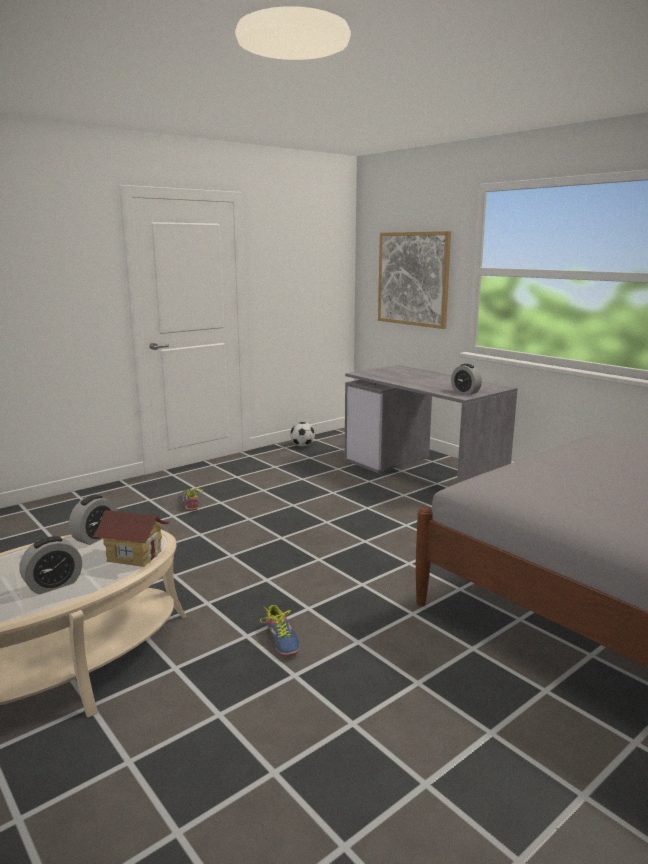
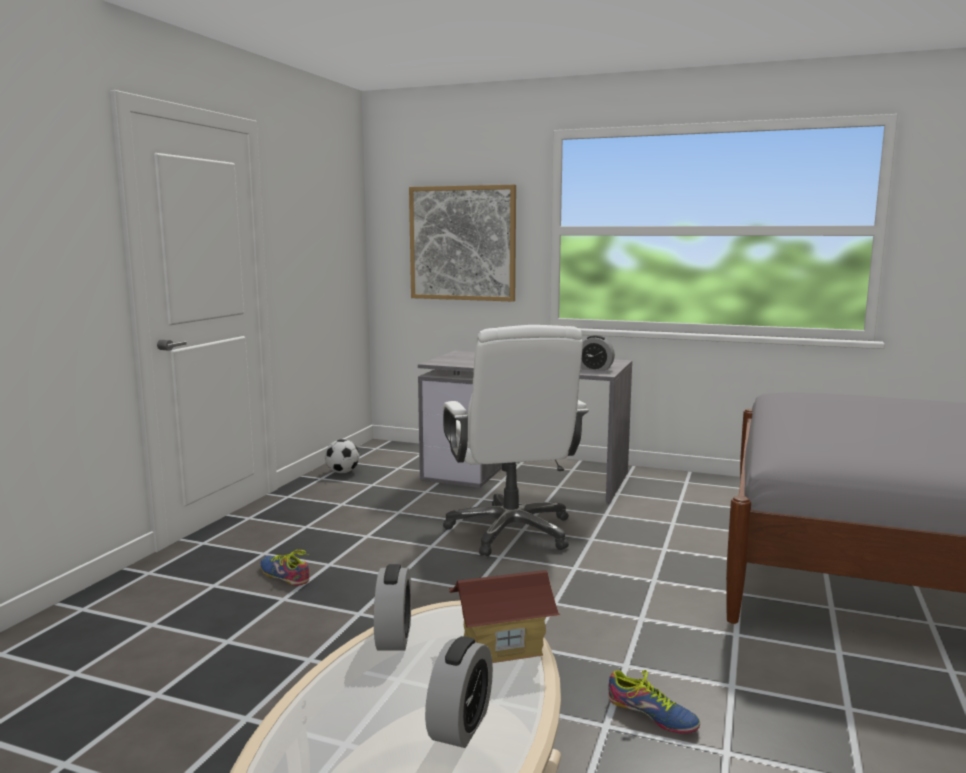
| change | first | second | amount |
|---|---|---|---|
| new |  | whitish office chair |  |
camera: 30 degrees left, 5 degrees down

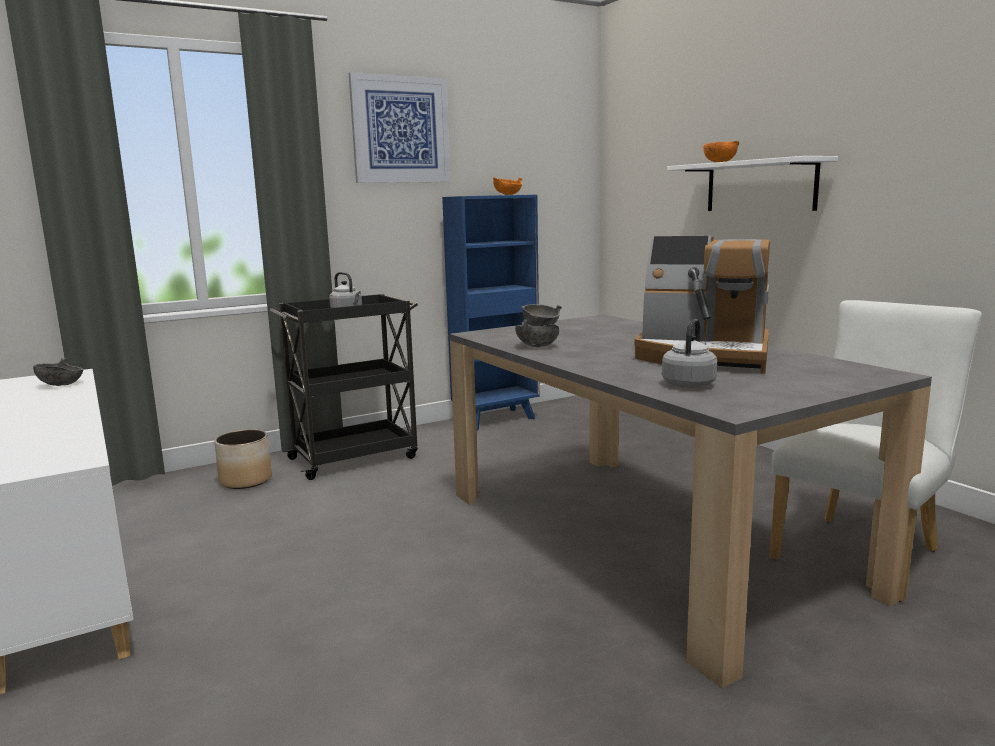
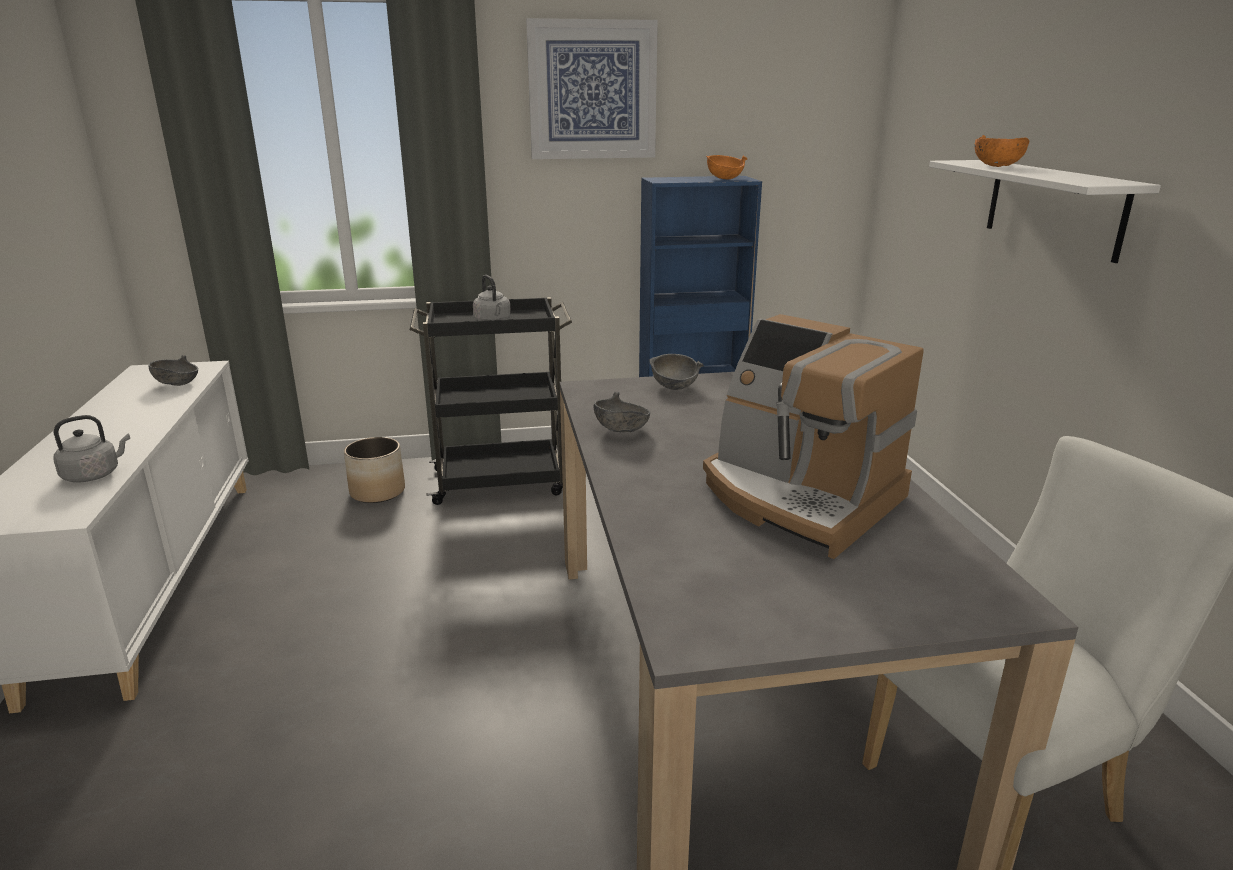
| change | first | second | amount |
|---|---|---|---|
| shifted | gray kettle (no. 2 from left in the first image) | gray kettle (no. 1 from left) |  |
camera: 20 degrees right, 10 degrees up

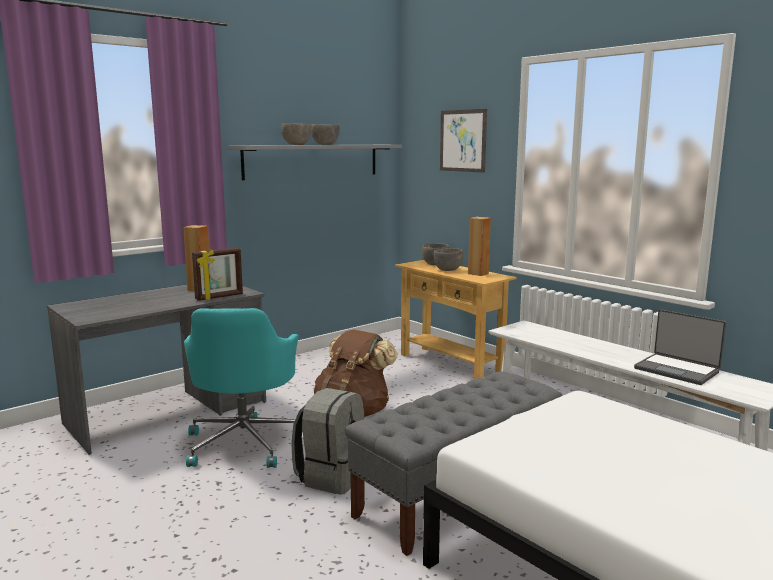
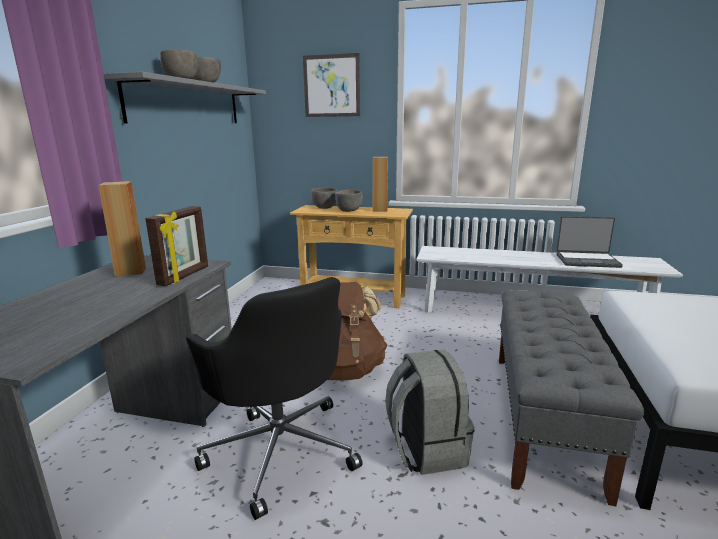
| change | first | second | amount |
|---|---|---|---|
| repainted | blue-green office chair | black office chair |  |
camera: 35 degrees left, 5 degrees up

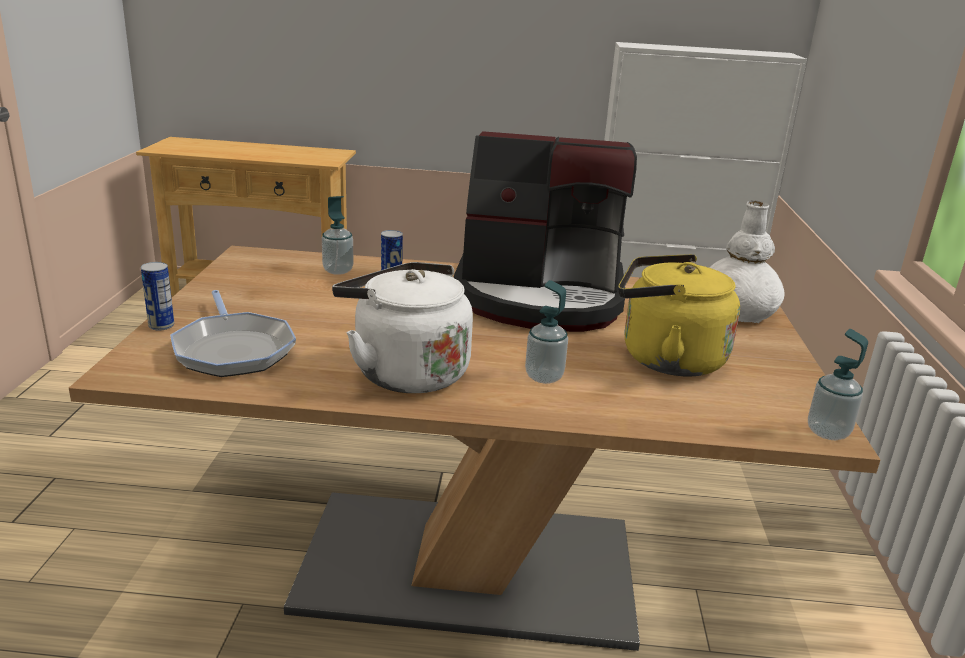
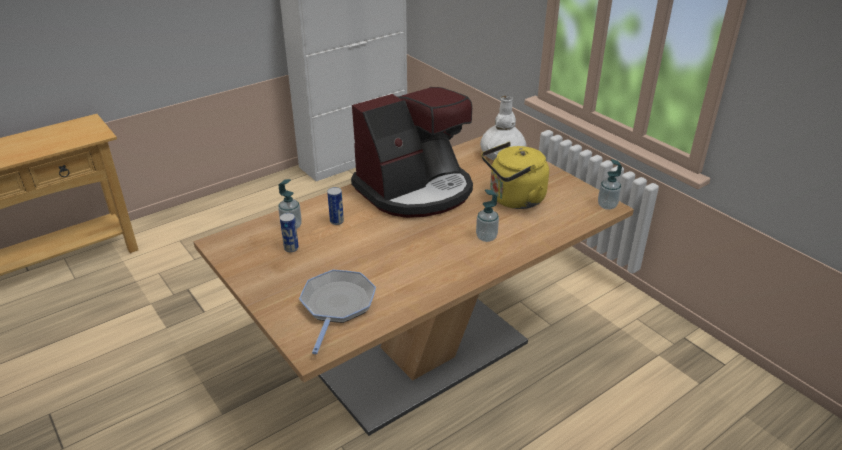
| change | first | second | amount |
|---|---|---|---|
| shifted | metal can (no. 1 from left) |  |  |
| gone | whitish kettle |  |  |
| rotated | pan |  | 105 degrees counterclockwise |
camera: 40 degrees left, 10 degrees up

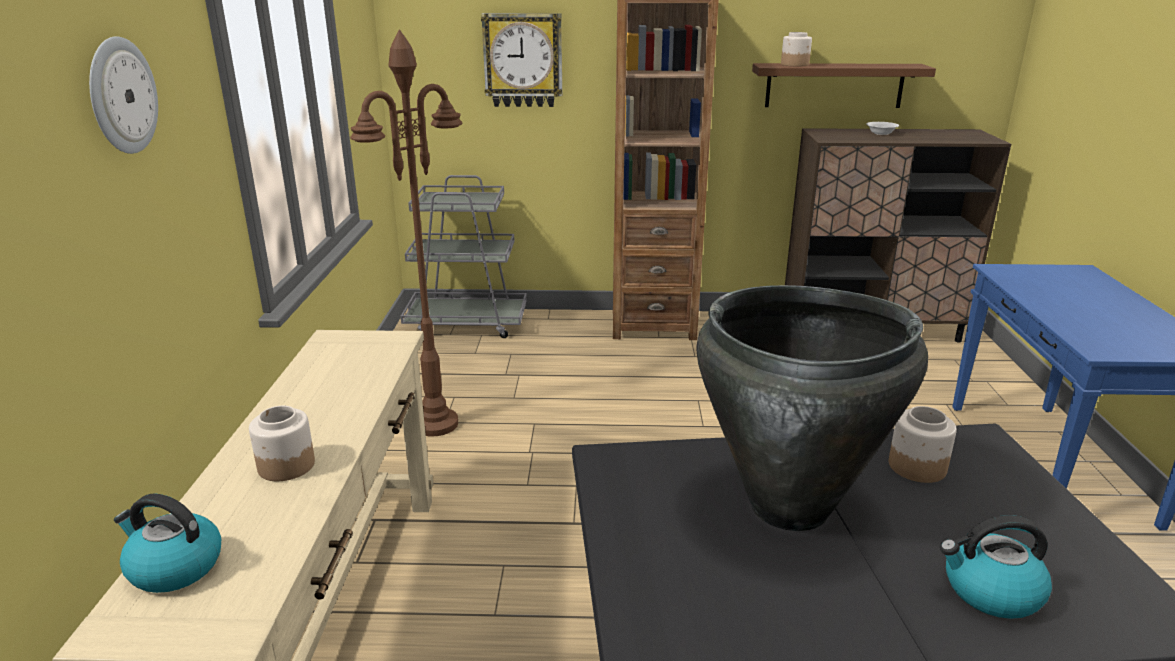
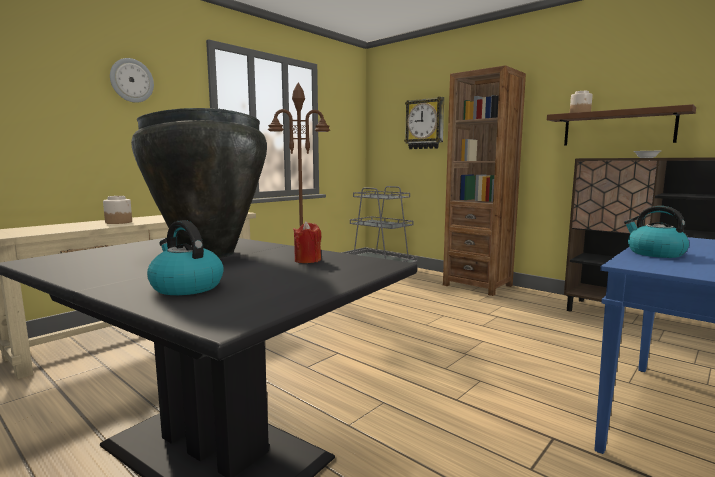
| change | first | second | amount |
|---|---|---|---|
| swapped | jar (no. 3 from left) | red wax candle |  |
| shifted | kettle (no. 1 from left in the first image) | kettle (no. 2 from left) |  |
camera: 40 degrees right, 15 degrees down

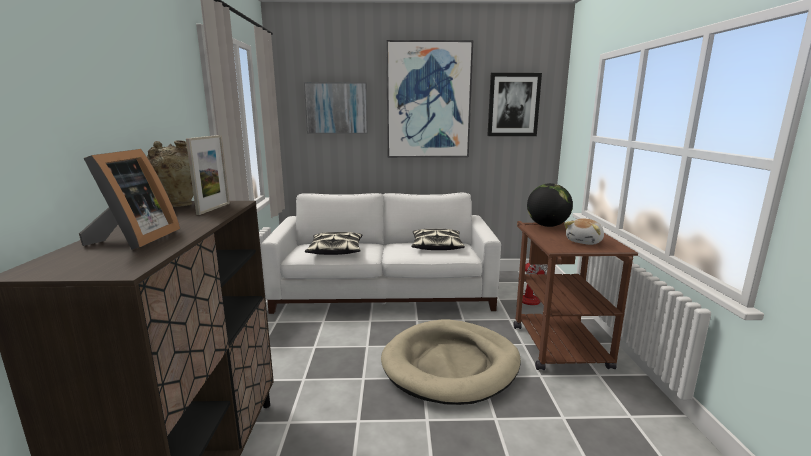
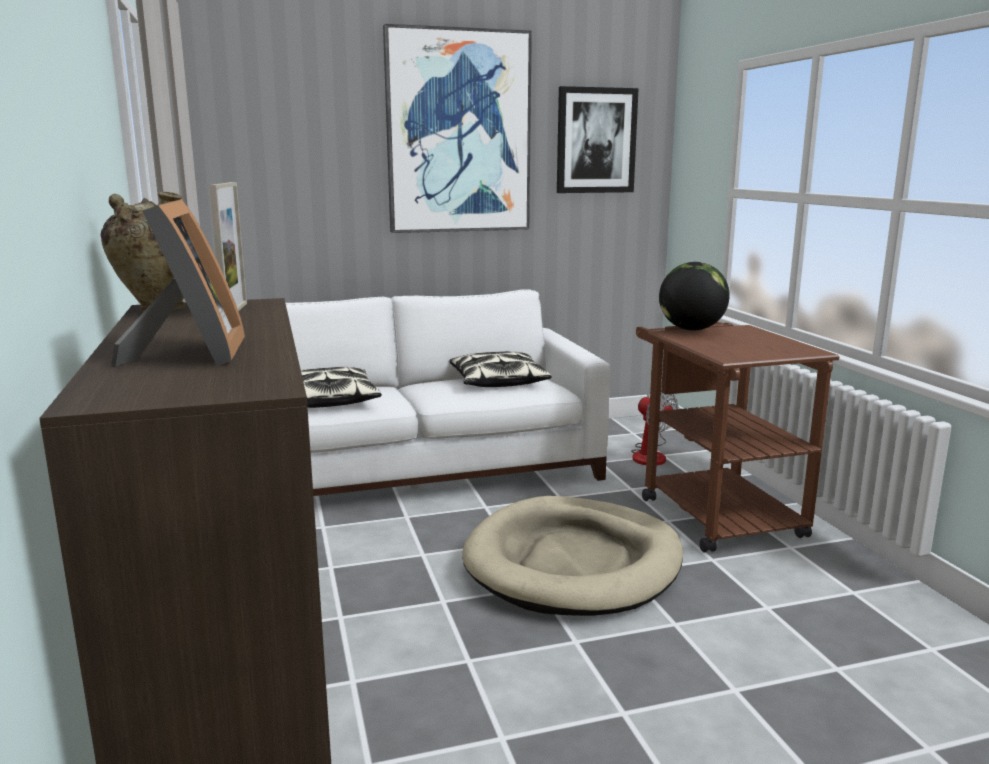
| change | first | second | amount |
|---|---|---|---|
| gone | wall art (no. 1 from left) |  |  |
| gone | cuddly toy |  |  |
camera: 15 degrees left, 0 degrees up

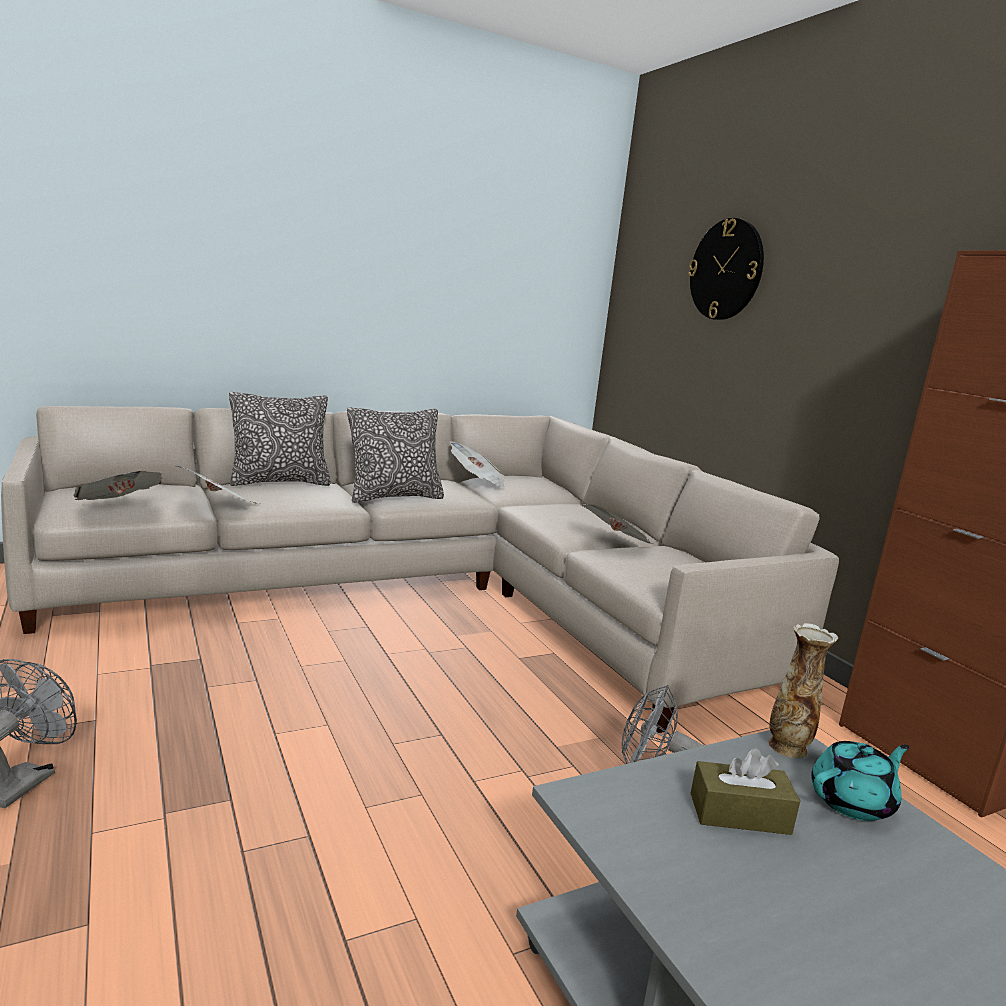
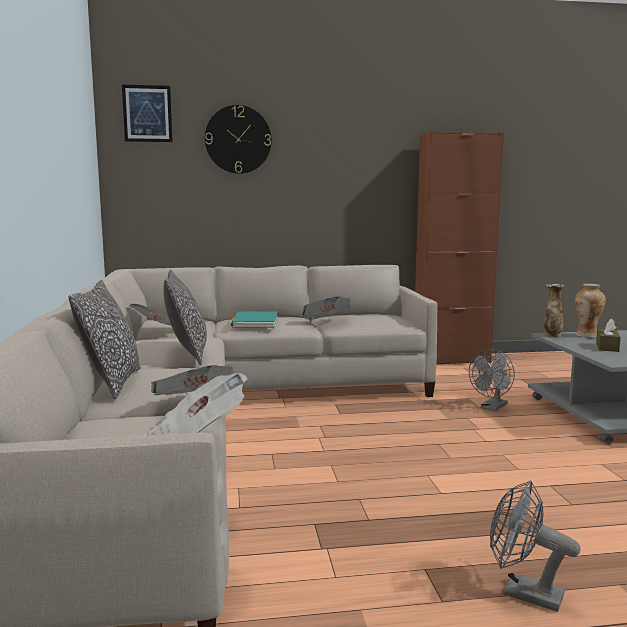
| change | first | second | amount |
|---|---|---|---|
| swapped | blue-green tea pot | flower vase (no. 2 from left) |  |
| new |  | wall art |  |
| new |  | blue-green bound book |  |
camera: 70 degrees left, 5 degrees down

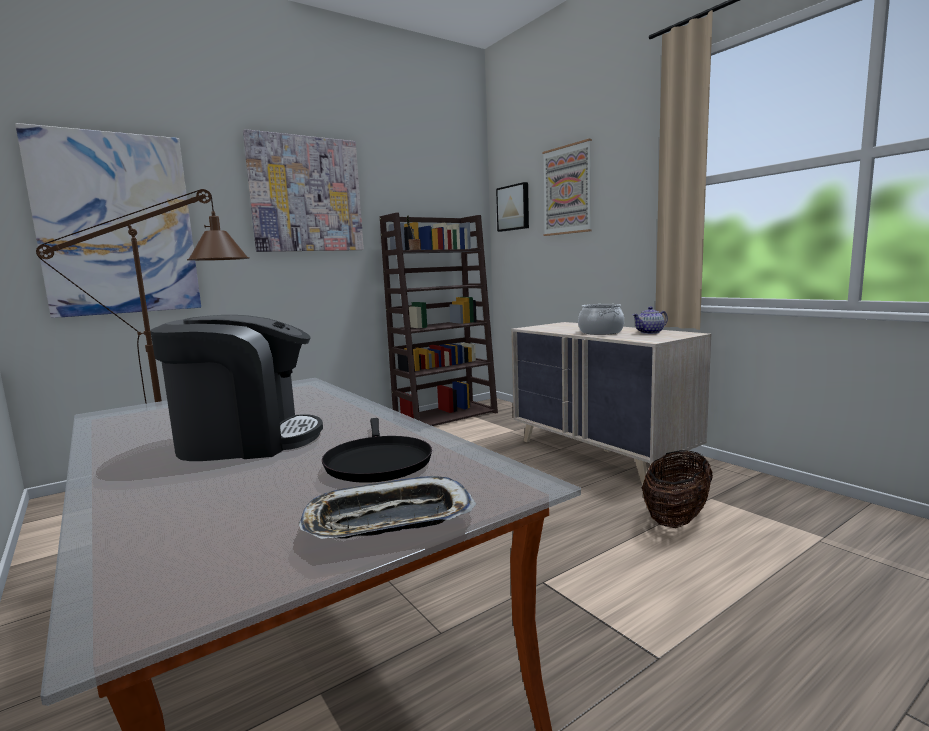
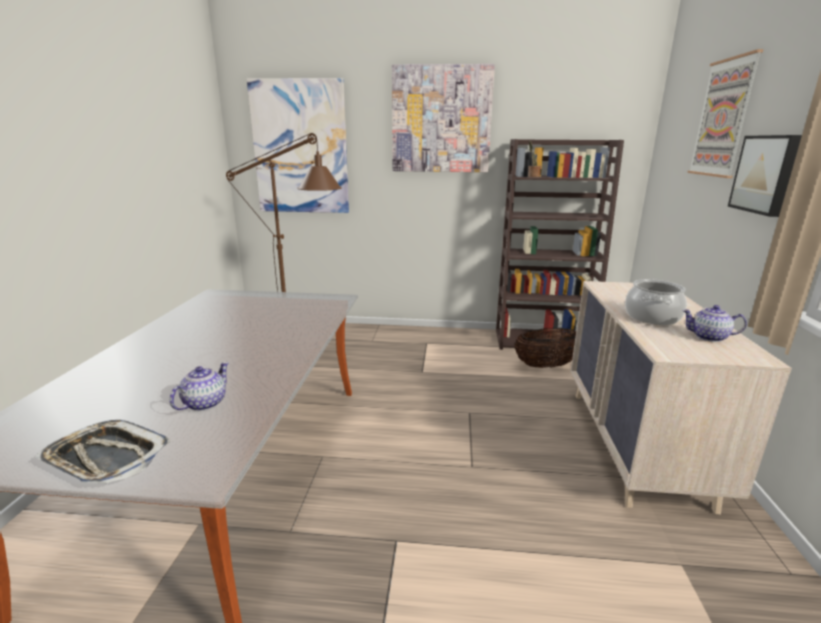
| change | first | second | amount |
|---|---|---|---|
| shifted | wall art (no. 3 from left in the first image) | wall art (no. 4 from left) |  |
| gone | coffee maker |  |  |
| swapped | black pan | tea pot (no. 1 from left) |  |
| shifted | basket |  |  |
camera: 40 degrees right, 10 degrees up

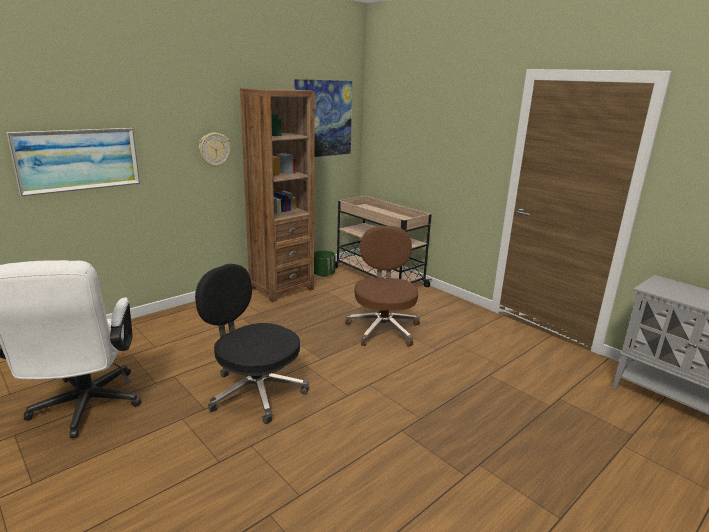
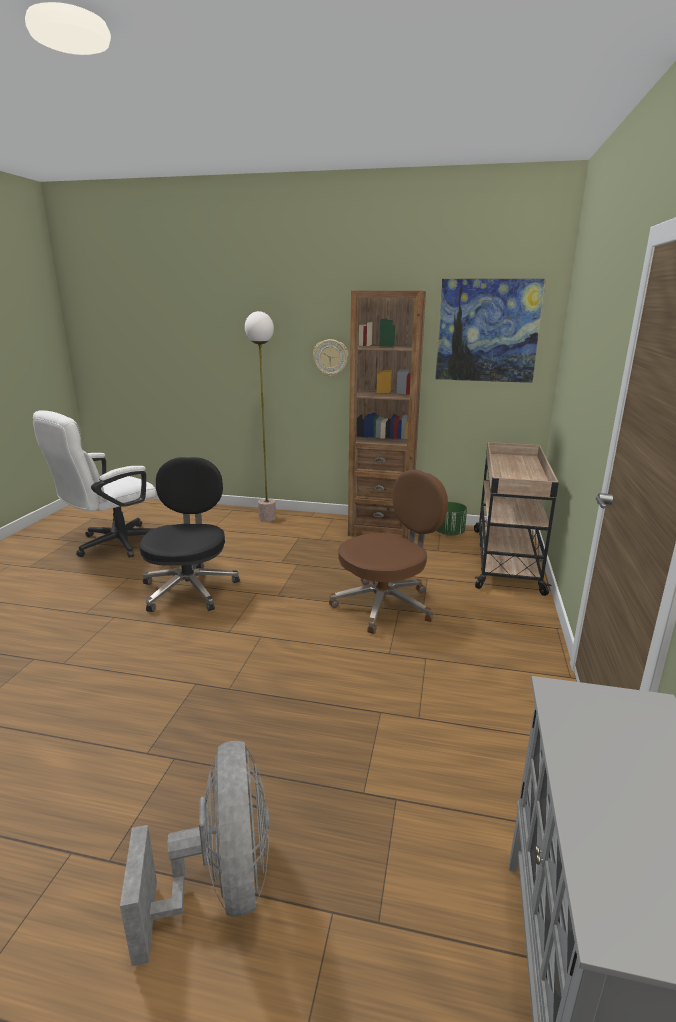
| change | first | second | amount |
|---|---|---|---|
| gone | wall art (no. 1 from left) |  |  |
| new |  | standard lamp |  |
| new |  | gray cooling fan |  |
camera: 55 degrees right, 0 degrees up

